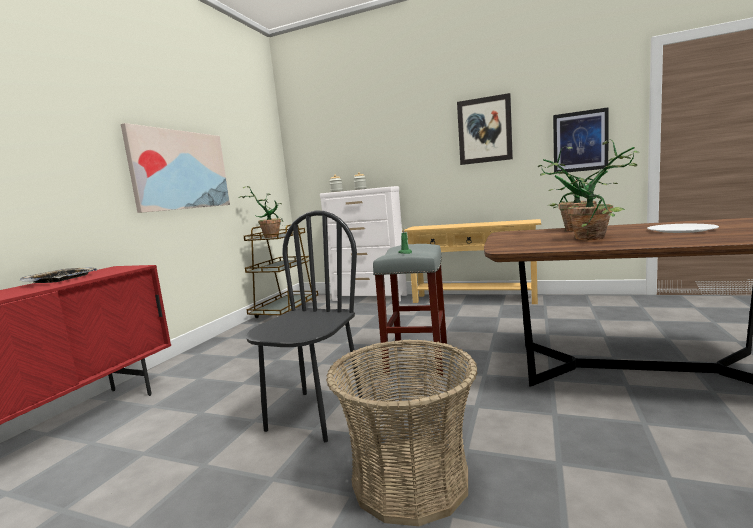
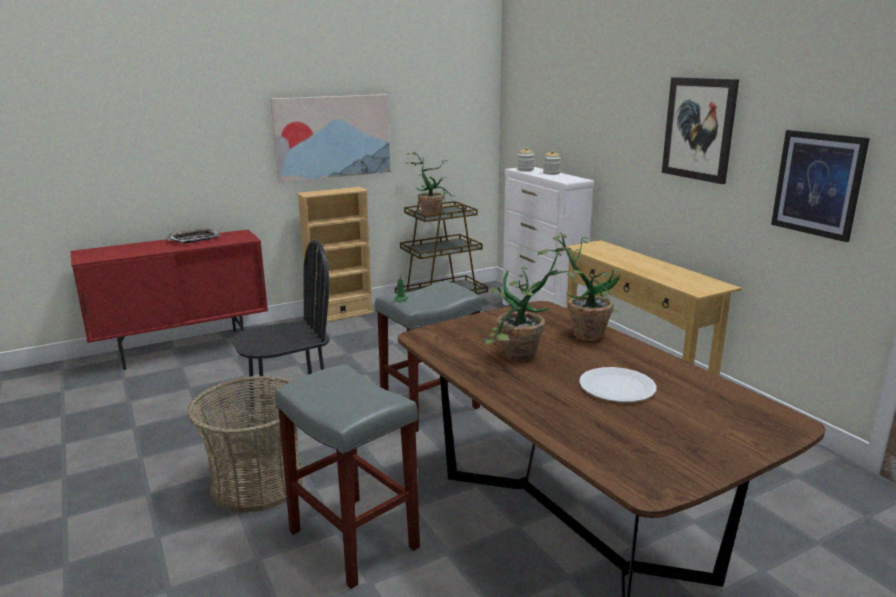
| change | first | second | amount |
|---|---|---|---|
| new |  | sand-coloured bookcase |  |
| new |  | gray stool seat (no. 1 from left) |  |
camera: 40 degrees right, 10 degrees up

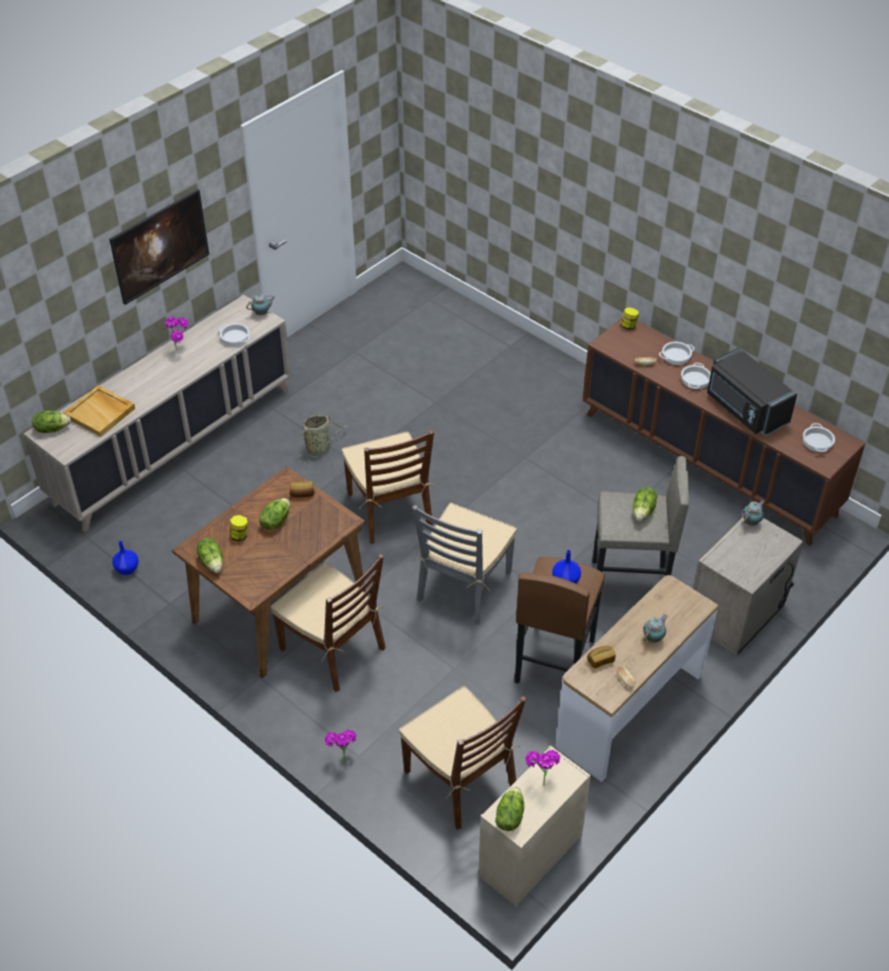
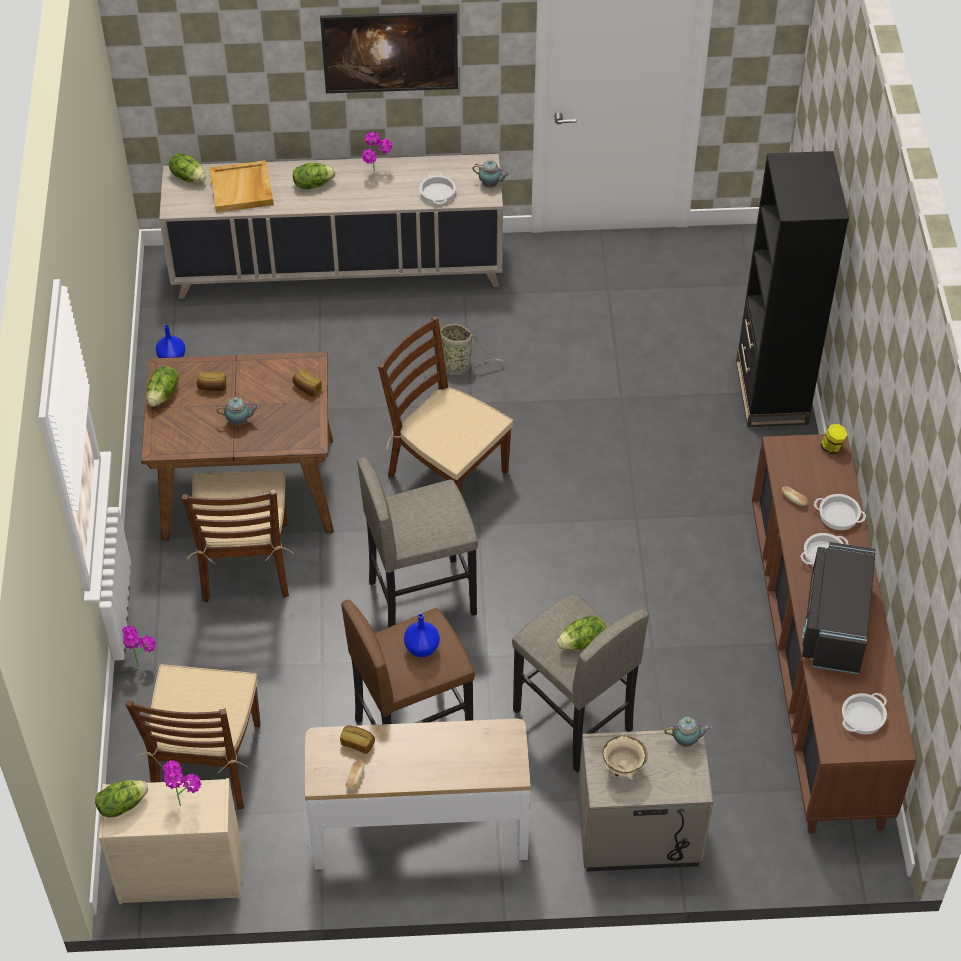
| change | first | second | amount |
|---|---|---|---|
| rotated | brown-coloured plain chair (no. 2 from left in the first image) | brown-coloured plain chair (no. 3 from left) | 105 degrees clockwise |
| shifted | lettuce head (no. 3 from left in the first image) | lettuce head (no. 4 from left) |  |
| swapped | gray plain chair | gray stool seat (no. 1 from left) |  |
| swapped | jar (no. 1 from left) | baked bread (no. 1 from left) |  |
| shifted | tea pot (no. 2 from left in the first image) | tea pot (no. 1 from left) |  |
| new |  | black bookcase |  |
| new |  | sand-coloured bowl |  |
camera: 45 degrees right, 5 degrees up

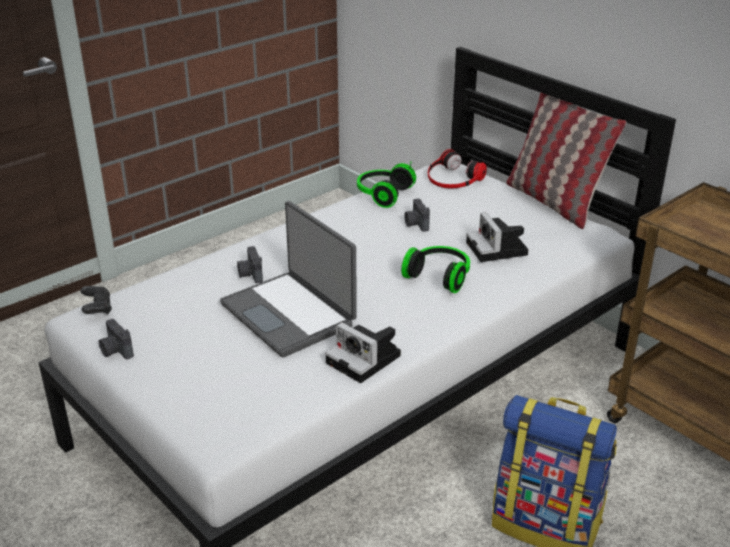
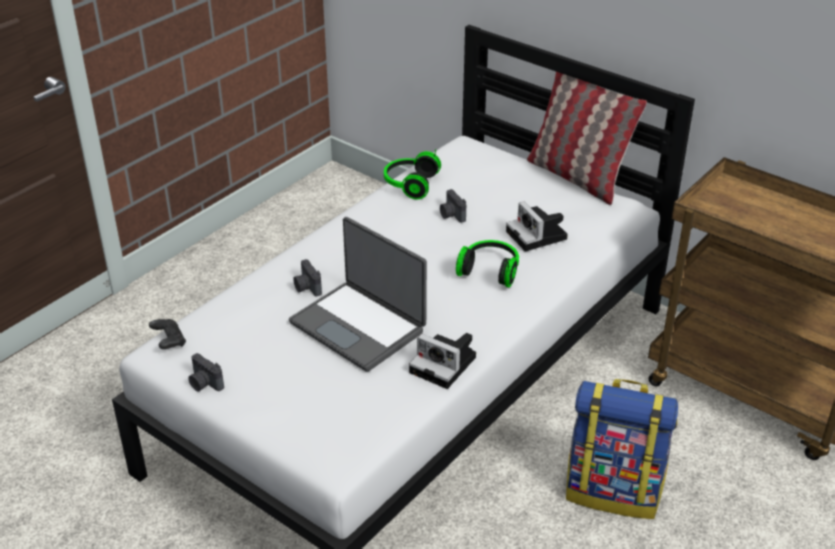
| change | first | second | amount |
|---|---|---|---|
| gone | headset (no. 3 from left) |  |  |
camera: 10 degrees left, 5 degrees up

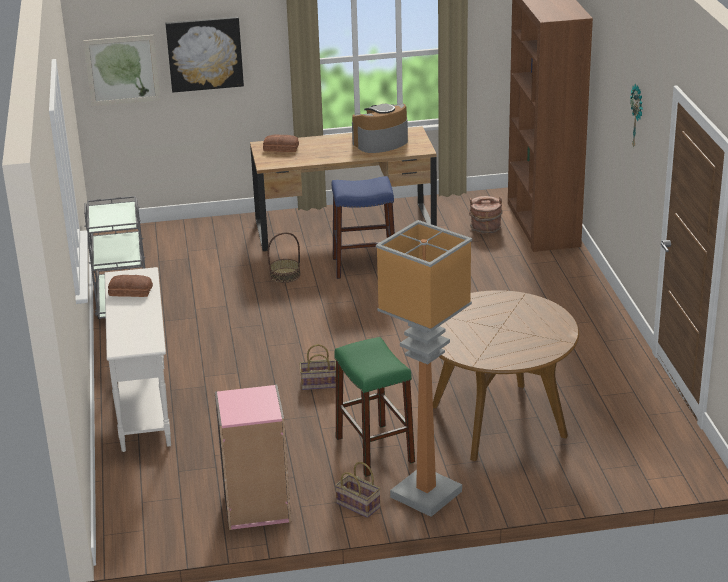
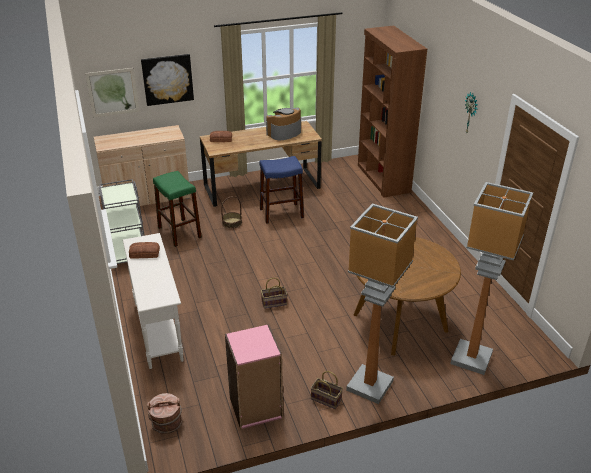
| change | first | second | amount |
|---|---|---|---|
| shifted | brown-coloured bucket |  |  |
| shifted | green stool seat |  |  |
| new |  | sand-coloured storage cabinet |  |
| new |  | standard lamp (no. 2 from left) |  |
camera: 10 degrees left, 5 degrees up

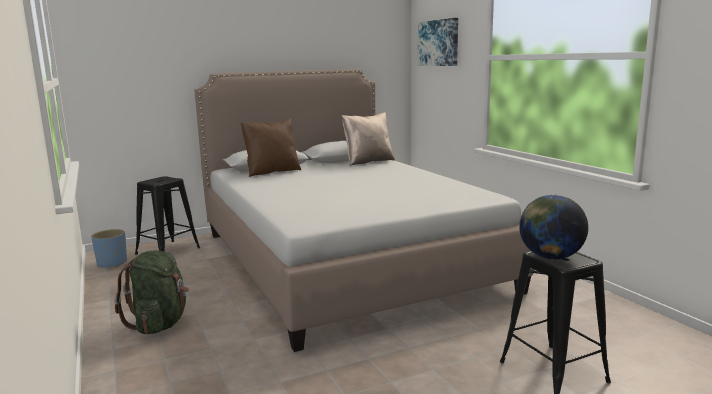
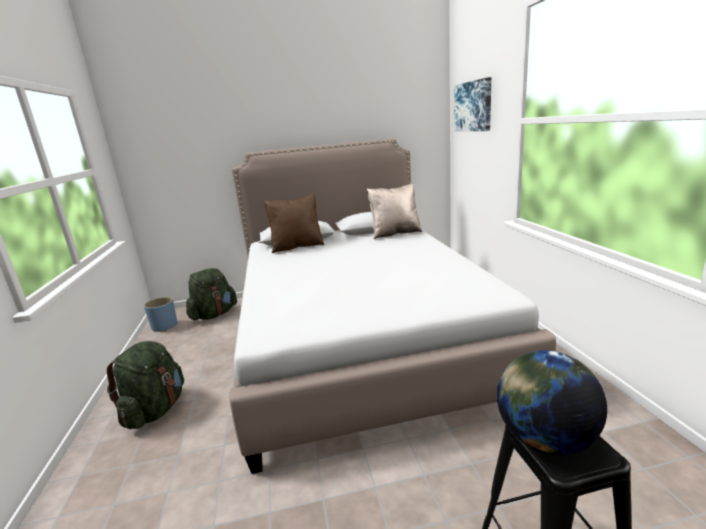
| change | first | second | amount |
|---|---|---|---|
| swapped | black stool seat (no. 1 from left) | green rucksack (no. 2 from left) |  |
camera: 15 degrees right, 5 degrees up

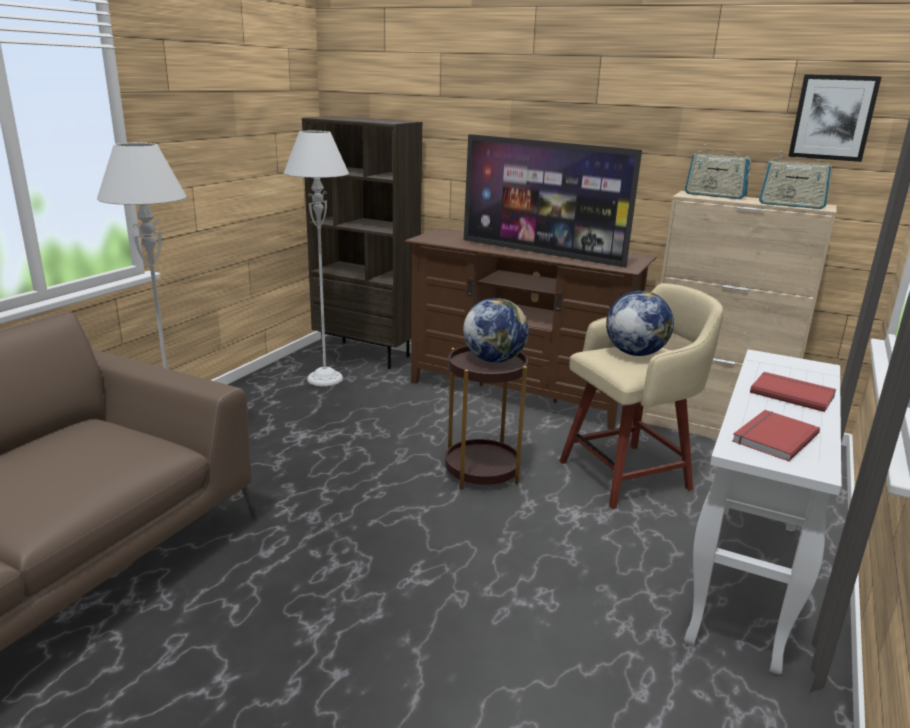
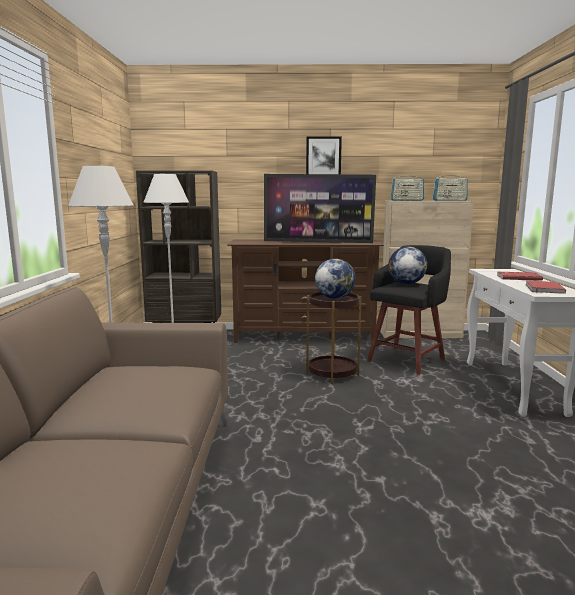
| change | first | second | amount |
|---|---|---|---|
| shifted | wall art |  |  |
| repainted | sand-coloured stool seat | black stool seat |  |
camera: 25 degrees left, 10 degrees down

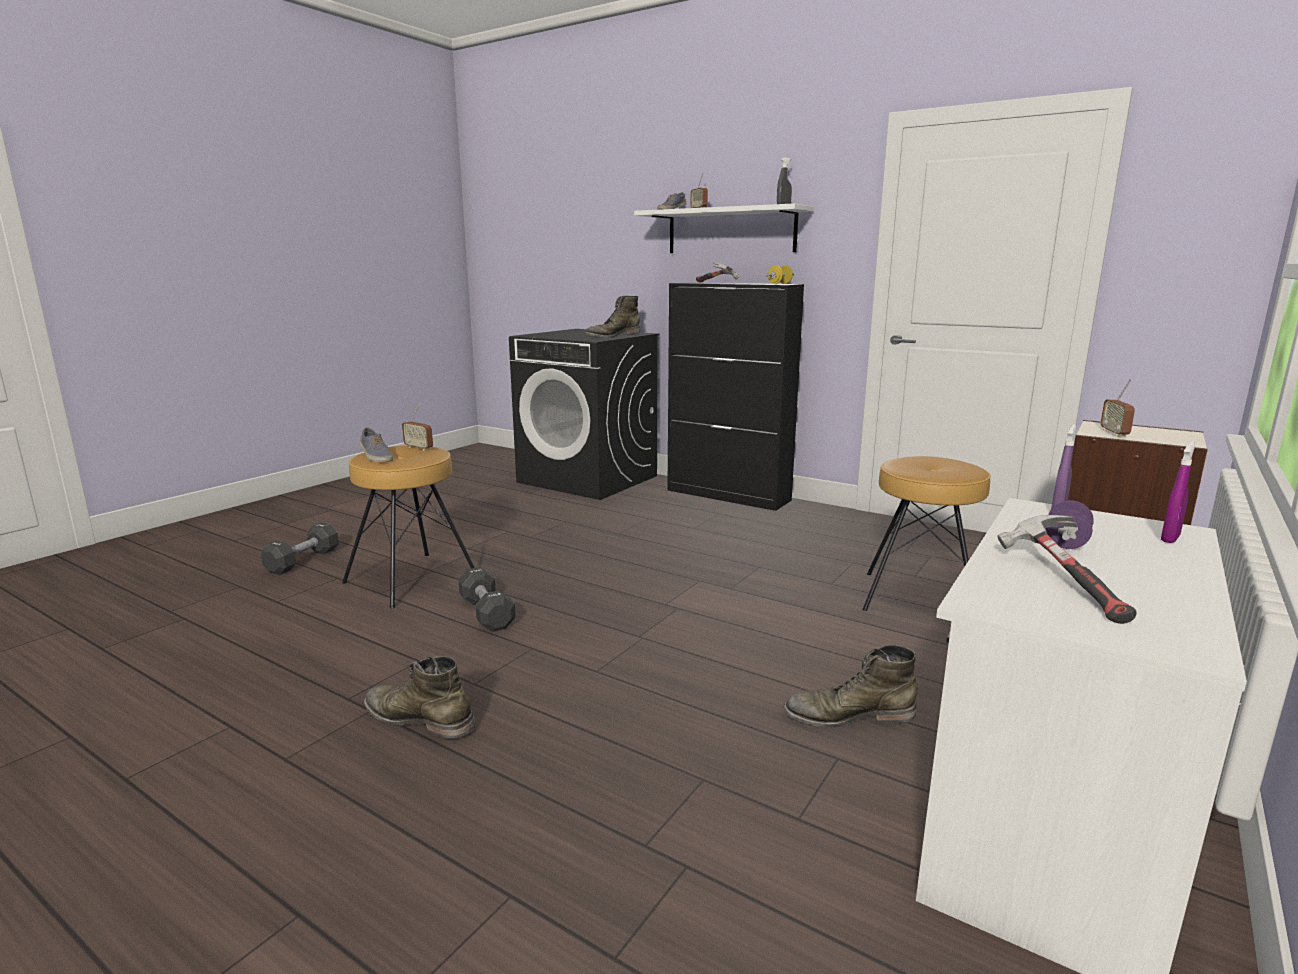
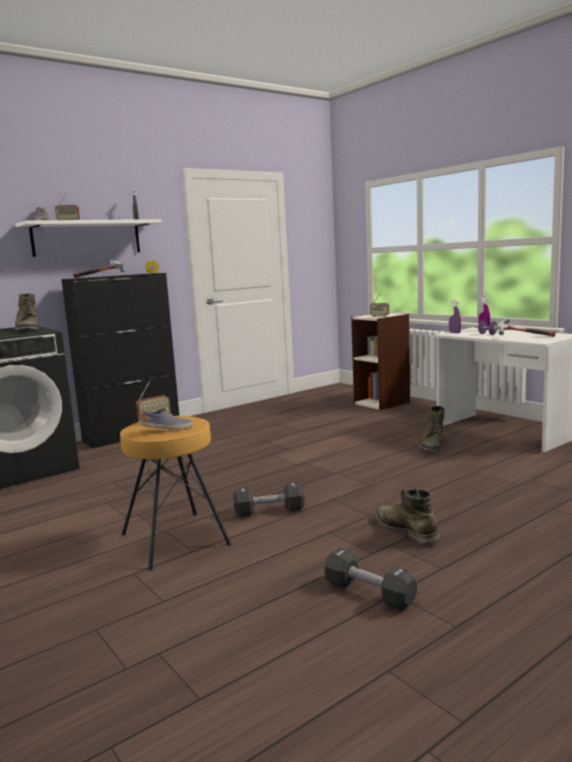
| change | first | second | amount |
|---|---|---|---|
| gone | brown-coloured stool seat (no. 2 from left) |  |  |
| shifted | black dumbbell (no. 1 from left in the first image) | black dumbbell (no. 2 from left) |  |
| rotated | green boot (no. 1 from left in the first image) | green boot (no. 2 from left) | 105 degrees clockwise |
camera: 70 degrees left, 5 degrees down

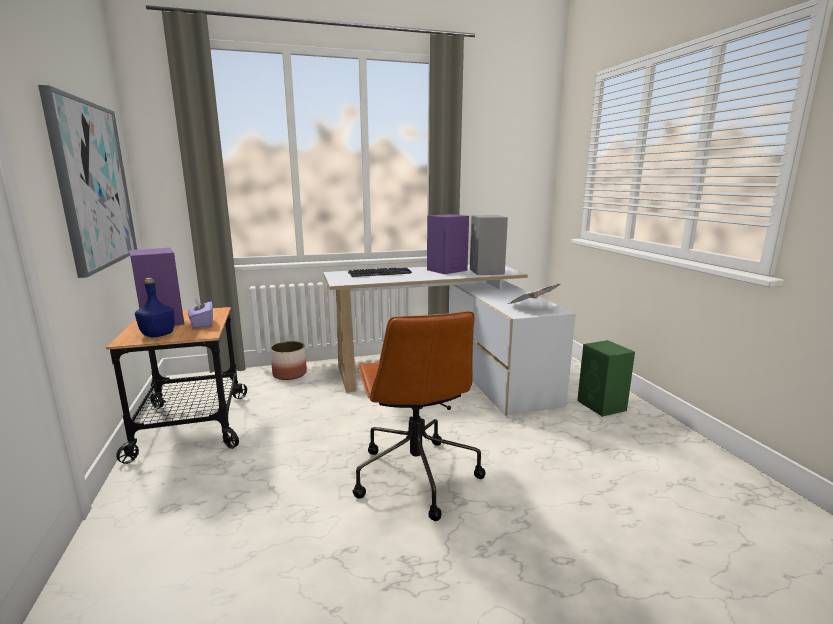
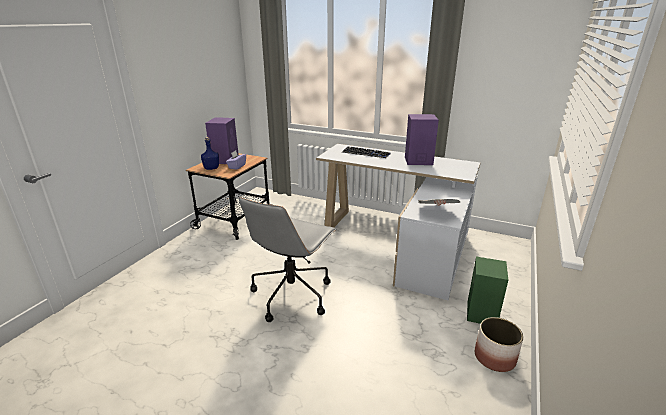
| change | first | second | amount |
|---|---|---|---|
| gone | wall art |  |  |
| gone | gray speaker |  |  |
| repainted | brown-coloured office chair | gray office chair |  |
| shifted | flower pot |  |  |
camera: 40 degrees right, 10 degrees up

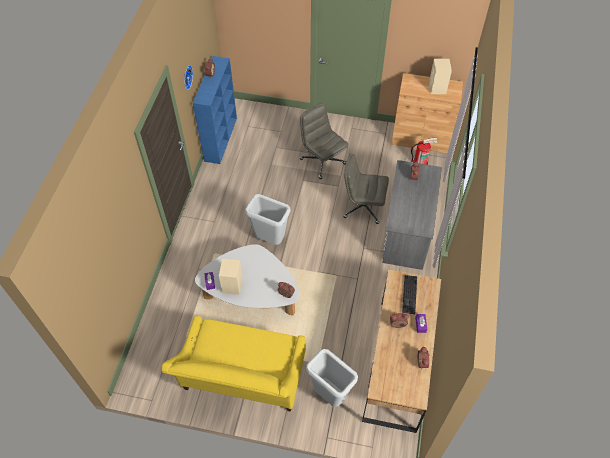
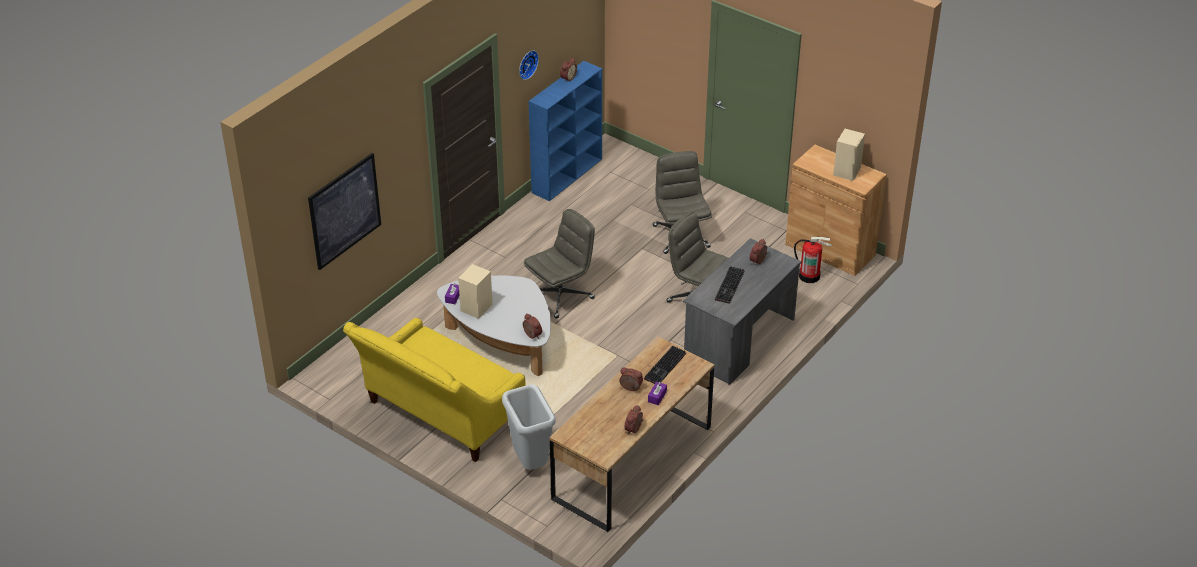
| change | first | second | amount |
|---|---|---|---|
| swapped | gray rubbish bin (no. 1 from left) | gray office chair (no. 1 from left) |  |
| new |  | wall art |  |
| new |  | PC keyboard (no. 2 from left) |  |
camera: 25 degrees right, 15 degrees down

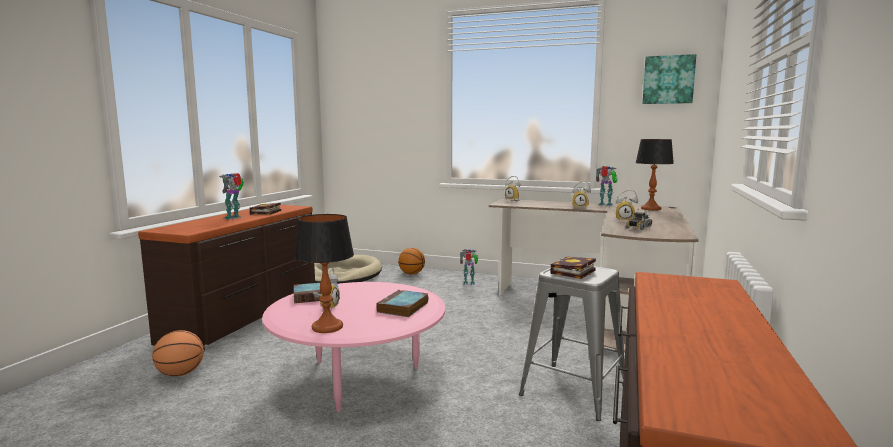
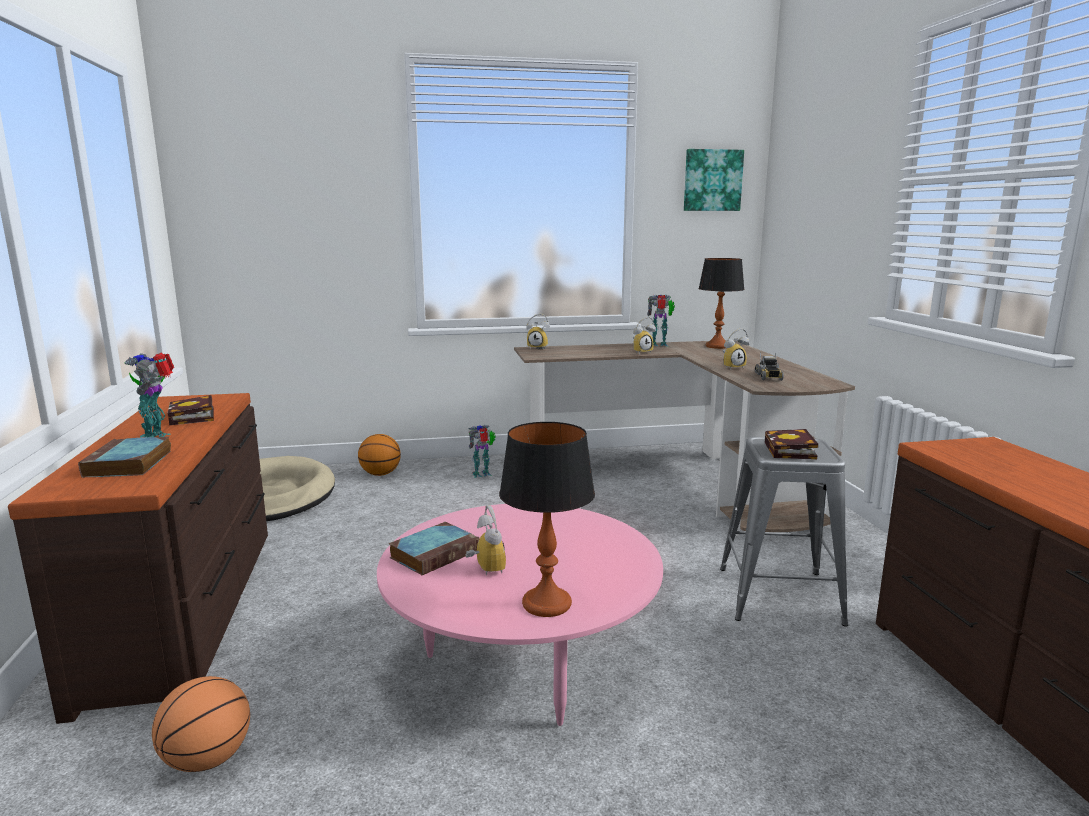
| change | first | second | amount |
|---|---|---|---|
| shifted | bound book (no. 3 from left in the first image) | bound book (no. 1 from left) |  |
camera: 30 degrees left, 5 degrees up

